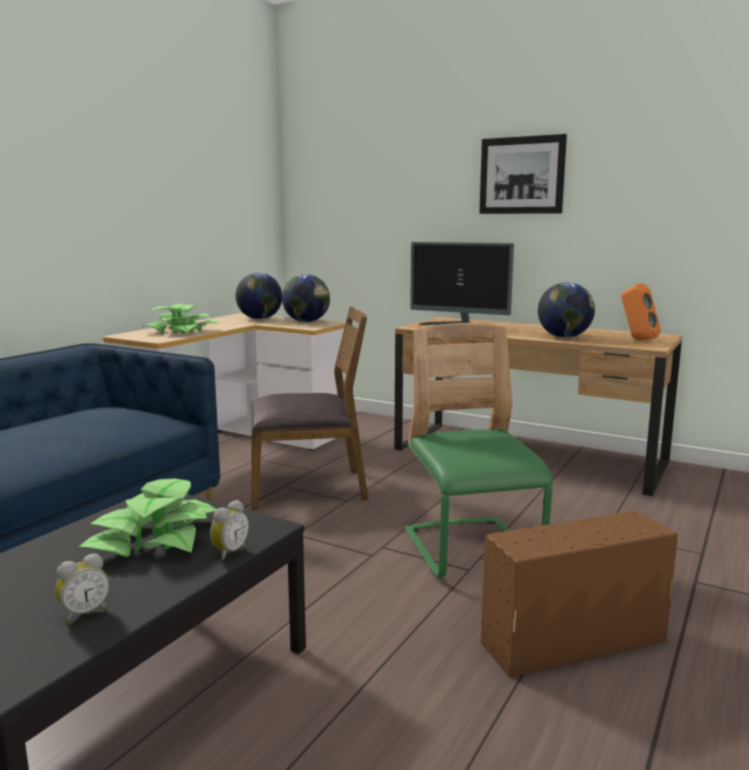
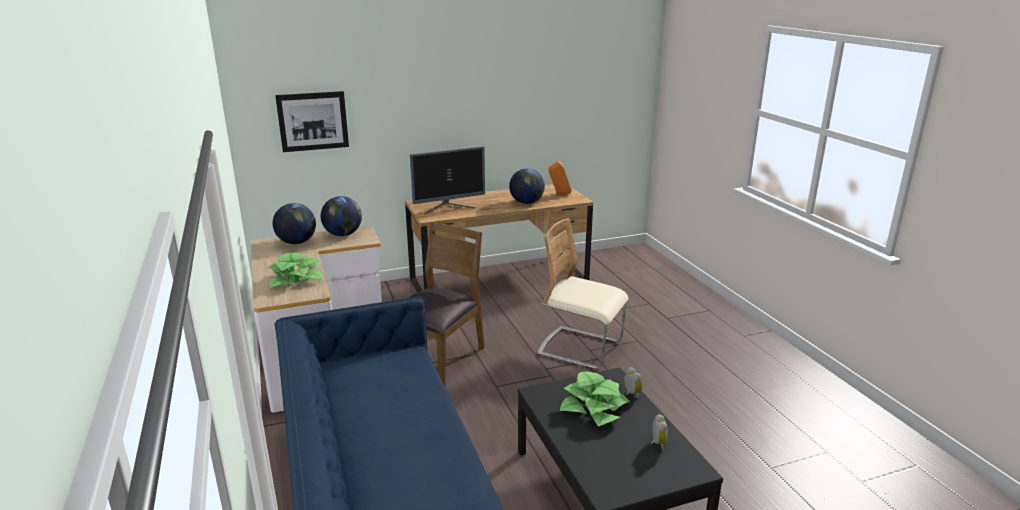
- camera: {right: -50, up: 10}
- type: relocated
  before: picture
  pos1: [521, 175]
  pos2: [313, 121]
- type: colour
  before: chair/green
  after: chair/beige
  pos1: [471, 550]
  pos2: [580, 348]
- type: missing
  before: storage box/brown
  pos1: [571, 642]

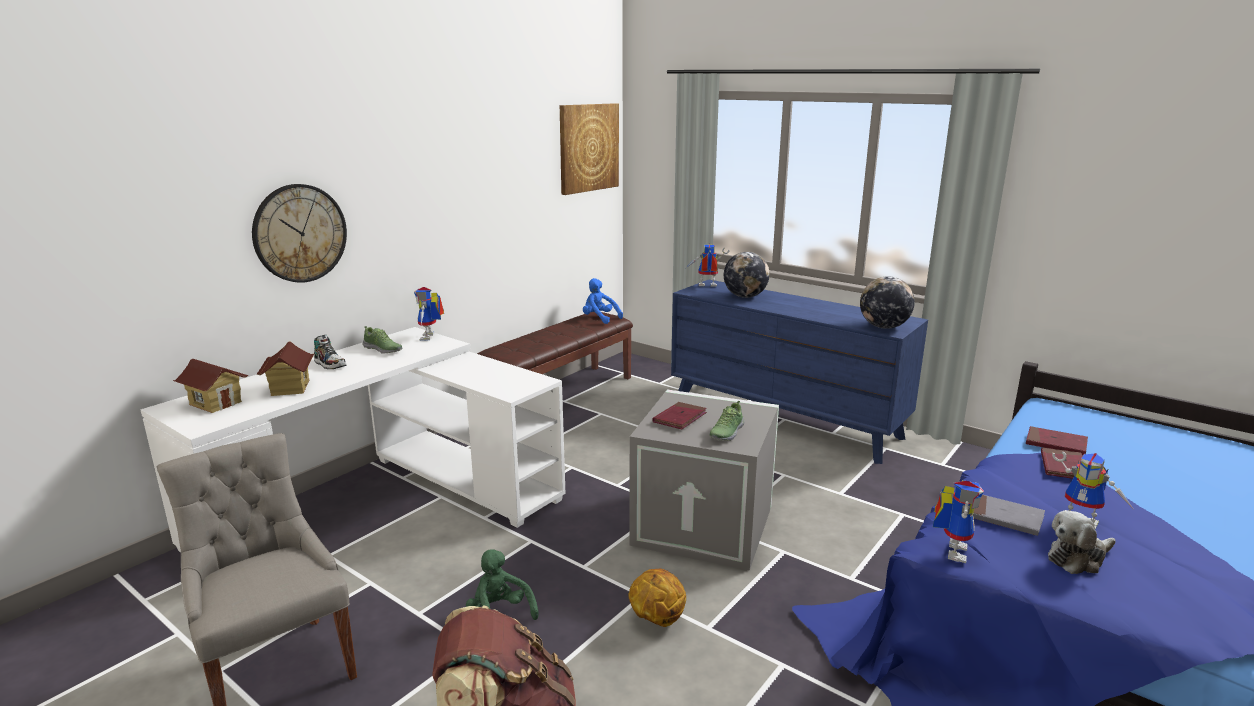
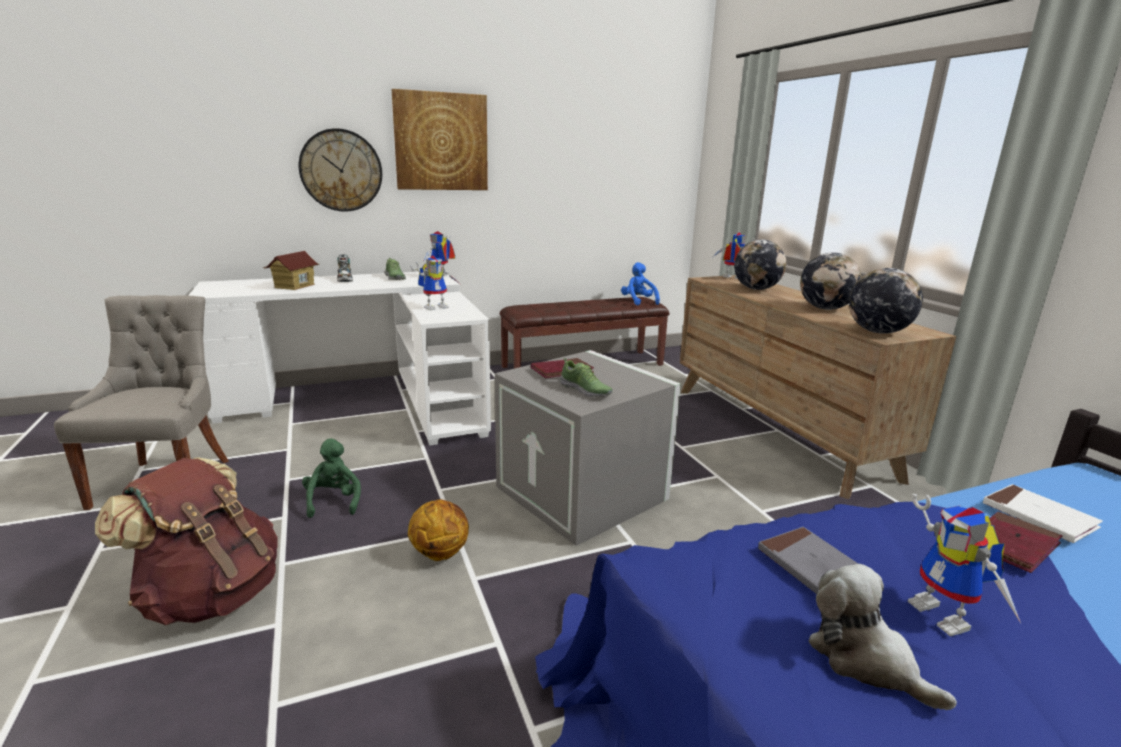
- camera: {right: 30, up: 0}
- type: relocated
  before: picture
  pos1: [588, 148]
  pos2: [441, 142]
- type: colour
  before: dresser/blue
  after: dresser/brown
  pos1: [784, 419]
  pos2: [778, 430]
- type: missing
  before: toy house
  pos1: [216, 403]
- type: spun
  before: shoe
  pos1: [726, 432]
  pos2: [585, 391]
  turn: -105
- type: colour
  before: book/red
  after: book/white
  pos1: [1055, 444]
  pos2: [1038, 516]
- type: relocated
  before: toy robot
  pos1: [950, 549]
  pos2: [436, 307]
- type: spun
  before: plush toy
  pos1: [1078, 558]
  pos2: [865, 660]
  turn: 45
- type: appeared
  after: globe
  pos2: [825, 308]

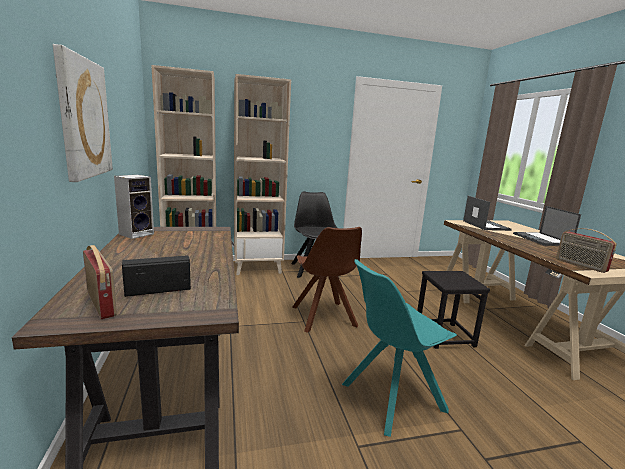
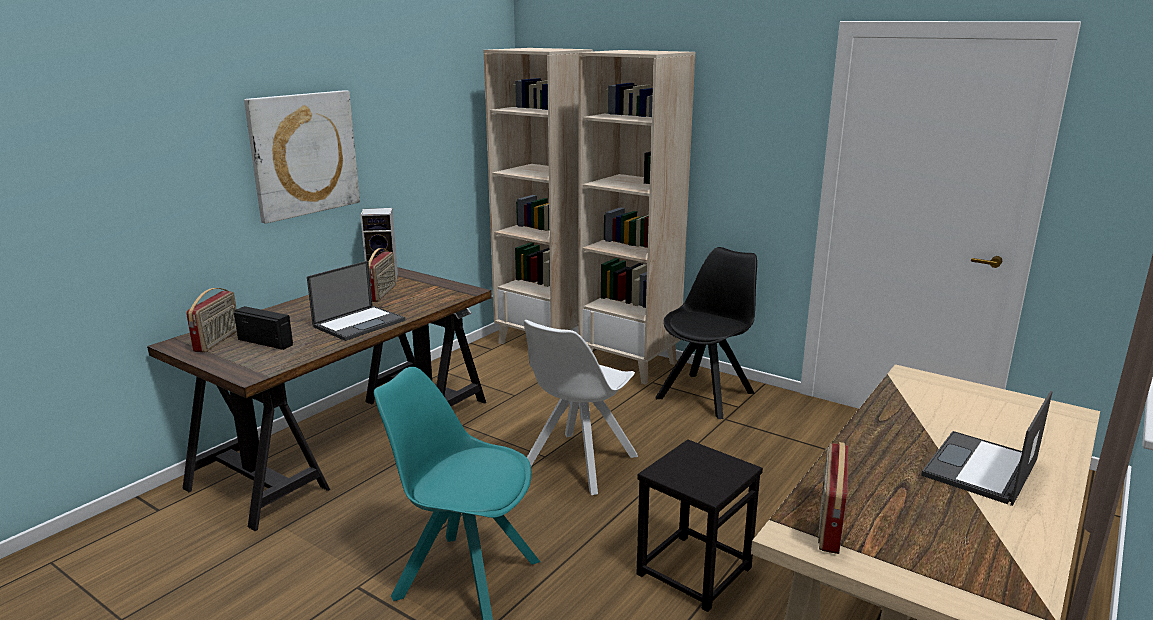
- camera: {right: 50, up: 5}
- type: relocated
  before: laptop
  pos1: [485, 225]
  pos2: [360, 323]
- type: colour
  before: chair/brown
  after: chair/white
  pos1: [324, 317]
  pos2: [577, 464]
- type: appeared
  after: radio
  pos2: [383, 293]

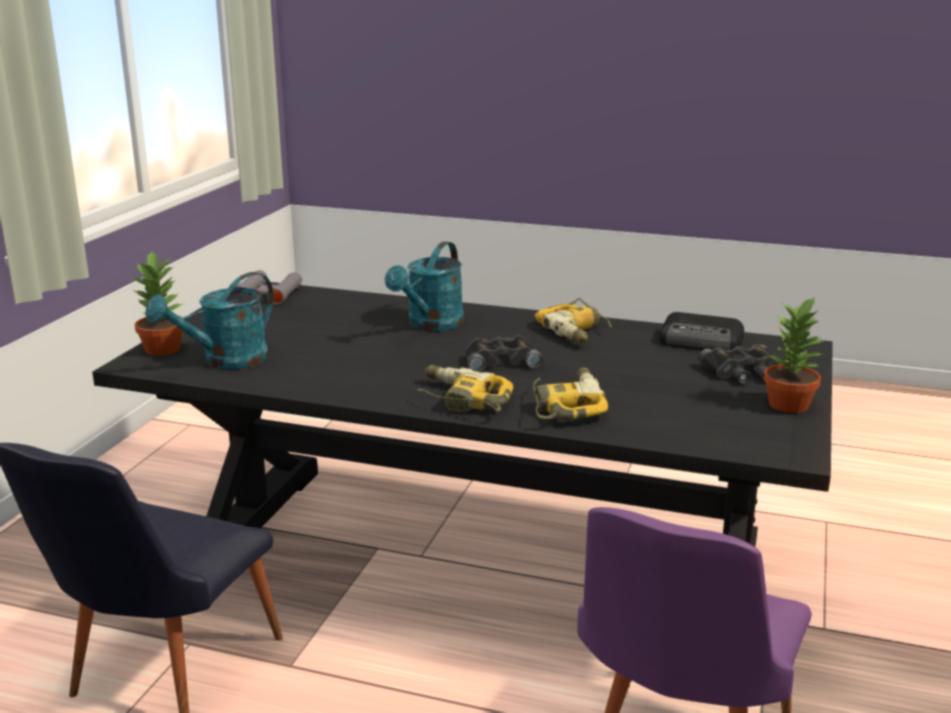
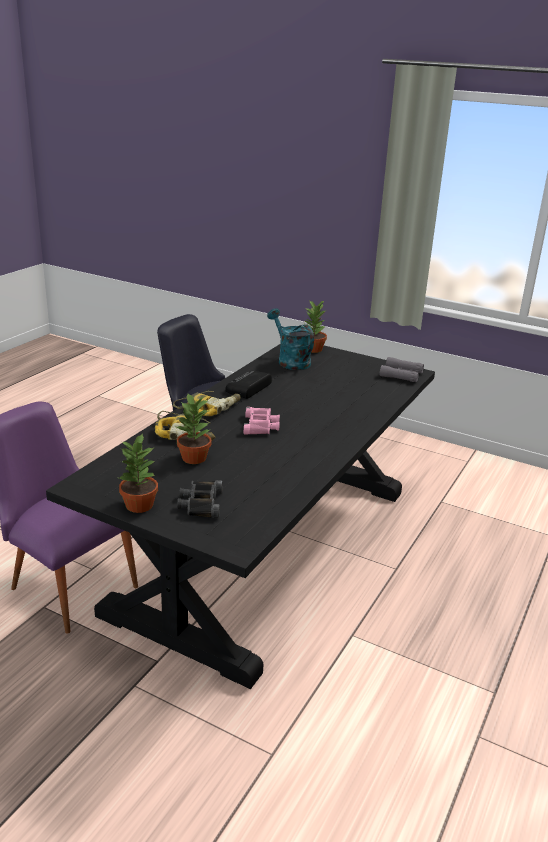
- camera: {right: 100, up: 5}
- type: missing
  before: watering can/turquoise
  pos1: [430, 325]
- type: missing
  before: power drill
  pos1: [576, 331]
- type: relocated
  before: radio
  pos1: [702, 341]
  pos2: [248, 388]
- type: colour
  before: binoculars/black
  after: binoculars/pink
  pos1: [500, 361]
  pos2: [261, 426]
- type: appeared
  after: potted plant
  pos2: [194, 458]

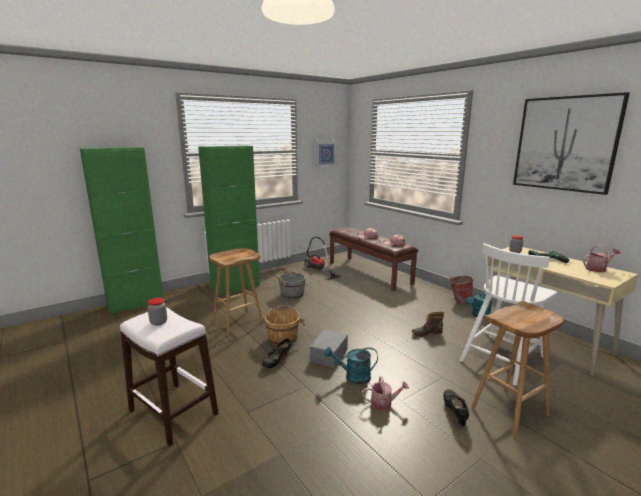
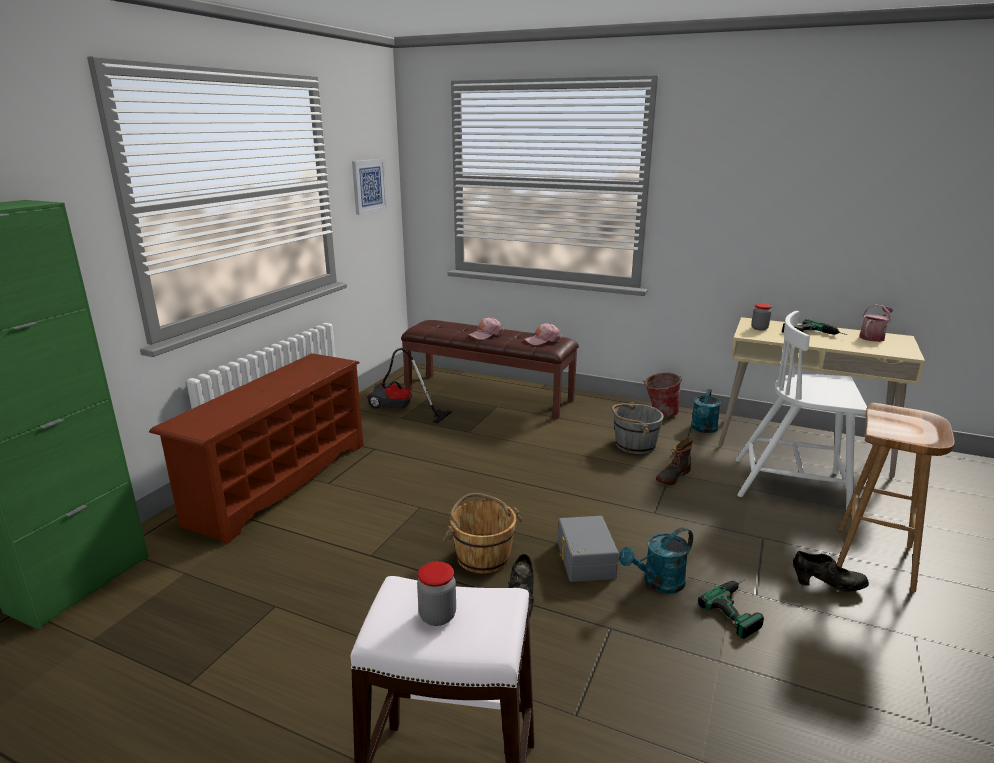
- camera: {right: -30, up: 5}
- type: missing
  before: picture
  pos1: [565, 144]
- type: exchanged
  before: cabinet/green
  after: shoe rack/brown
  pos1: [235, 287]
  pos2: [279, 481]
- type: spun
  before: chair/white
  pos1: [502, 358]
  pos2: [792, 485]
  turn: 90
- type: missing
  before: stool/brown
  pos1: [238, 323]
- type: relocated
  before: bucket/grey
  pos1: [292, 295]
  pos2: [634, 445]
- type: exchanged
  before: watering can
  after: power drill
  pos1: [384, 403]
  pos2: [740, 608]
- type: spun
  before: shoe/black
  pos1: [454, 412]
  pos2: [827, 585]
  turn: 135

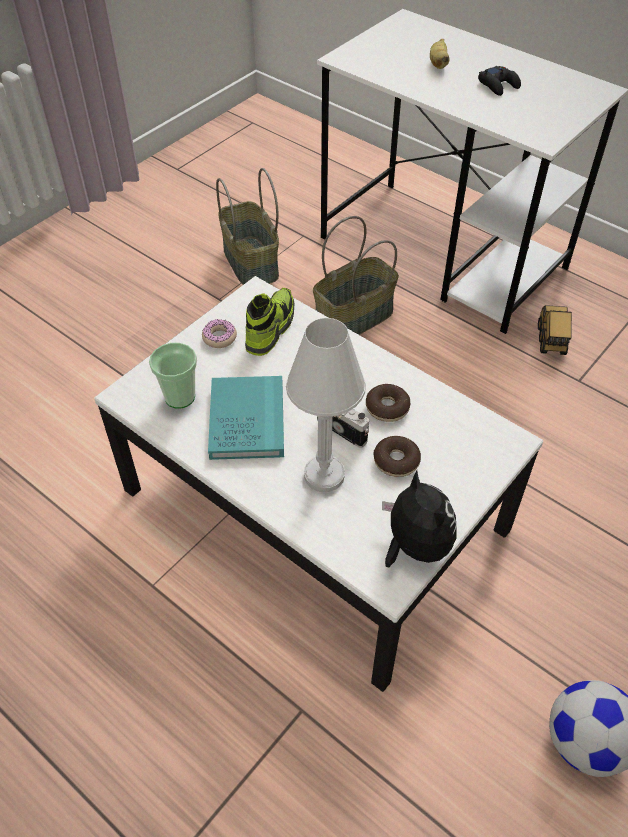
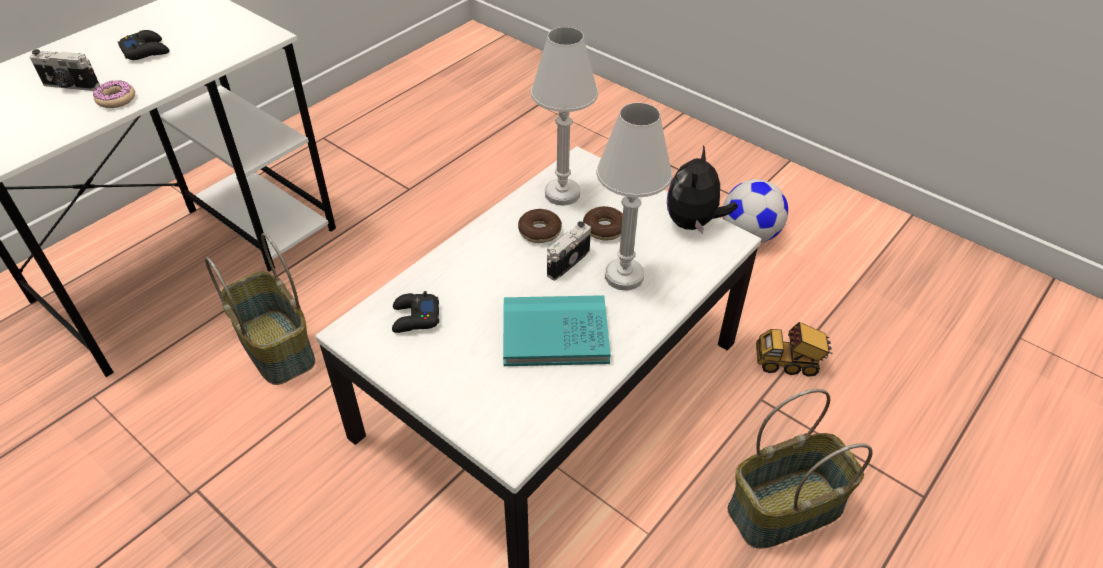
- camera: {right: -90, up: -5}
- type: exchanged
  before: banana
  after: photo camera
  pos1: [438, 64]
  pos2: [70, 86]
- type: relocated
  before: basket
  pos1: [249, 262]
  pos2: [785, 510]
- type: exchanged
  before: shoe
  after: game controller/black
  pos1: [270, 328]
  pos2: [415, 318]
- type: relocated
  before: toy truck
  pos1: [551, 341]
  pos2: [789, 363]
- type: relocated
  before: donut
  pos1: [219, 337]
  pos2: [116, 99]
- type: missing
  before: cup
  pos1: [180, 397]
- type: spun
  before: plush toy
  pos1: [414, 546]
  pos2: [693, 223]
  turn: -45
- type: appeared
  after: table lamp/white
  pos2: [562, 194]

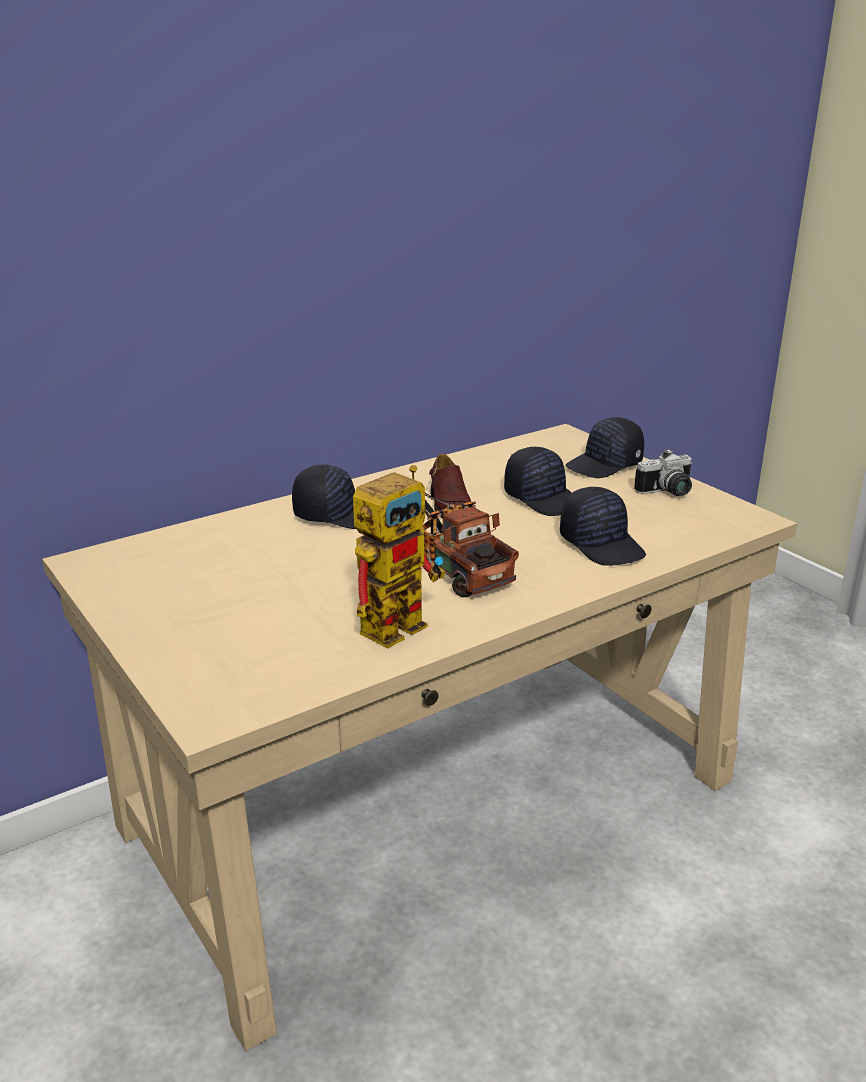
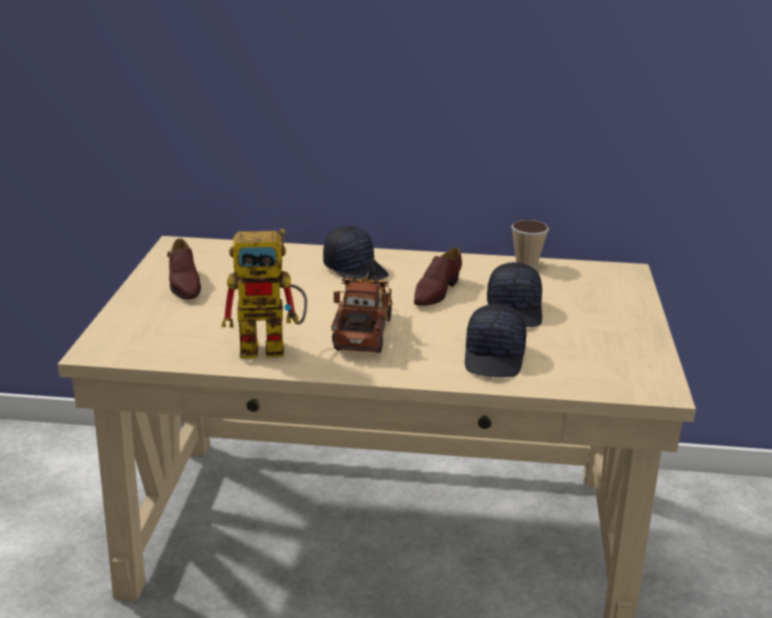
- camera: {right: 40, up: 0}
- type: missing
  before: cap/black
  pos1: [605, 465]
- type: missing
  before: photo camera
  pos1: [668, 492]
- type: appeared
  after: cup
  pos2: [526, 264]
- type: appeared
  after: shoe/brown
  pos2: [184, 284]

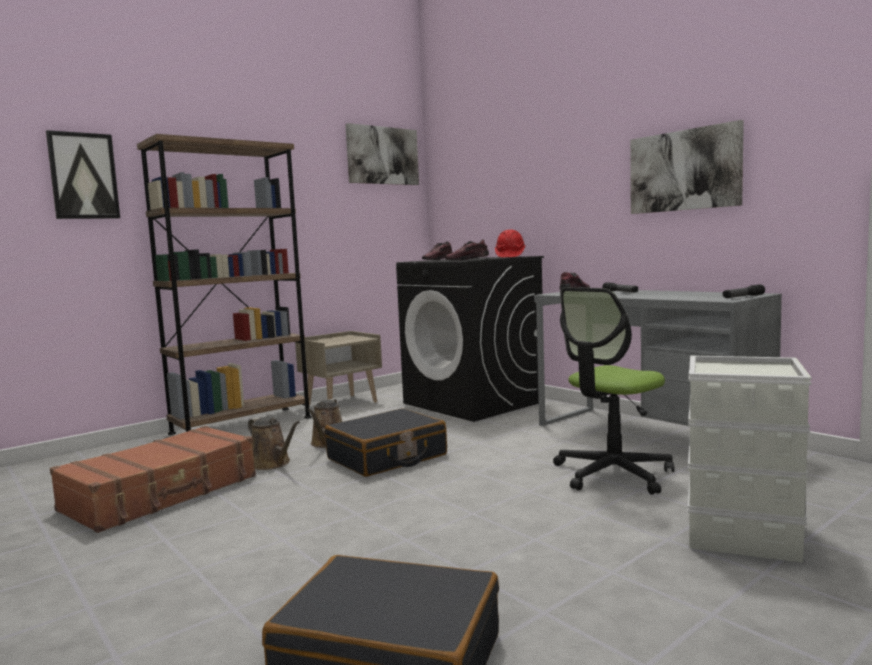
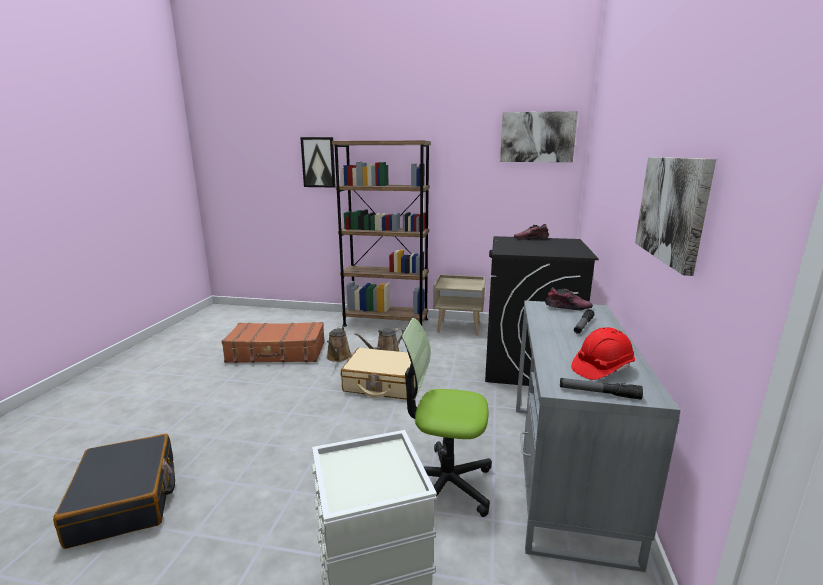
- camera: {right: 50, up: 10}
- type: relocated
  before: hard hat/red
  pos1: [510, 257]
  pos2: [601, 368]
- type: missing
  before: shoe
  pos1: [467, 259]
- type: colour
  before: suitcase/black
  after: suitcase/beige
  pos1: [387, 457]
  pos2: [382, 383]

